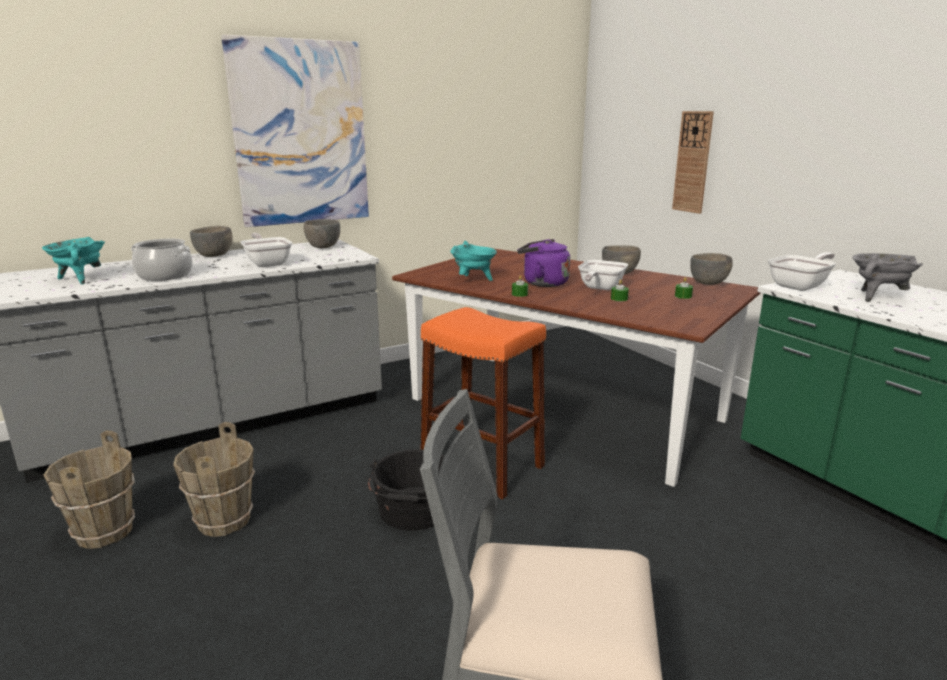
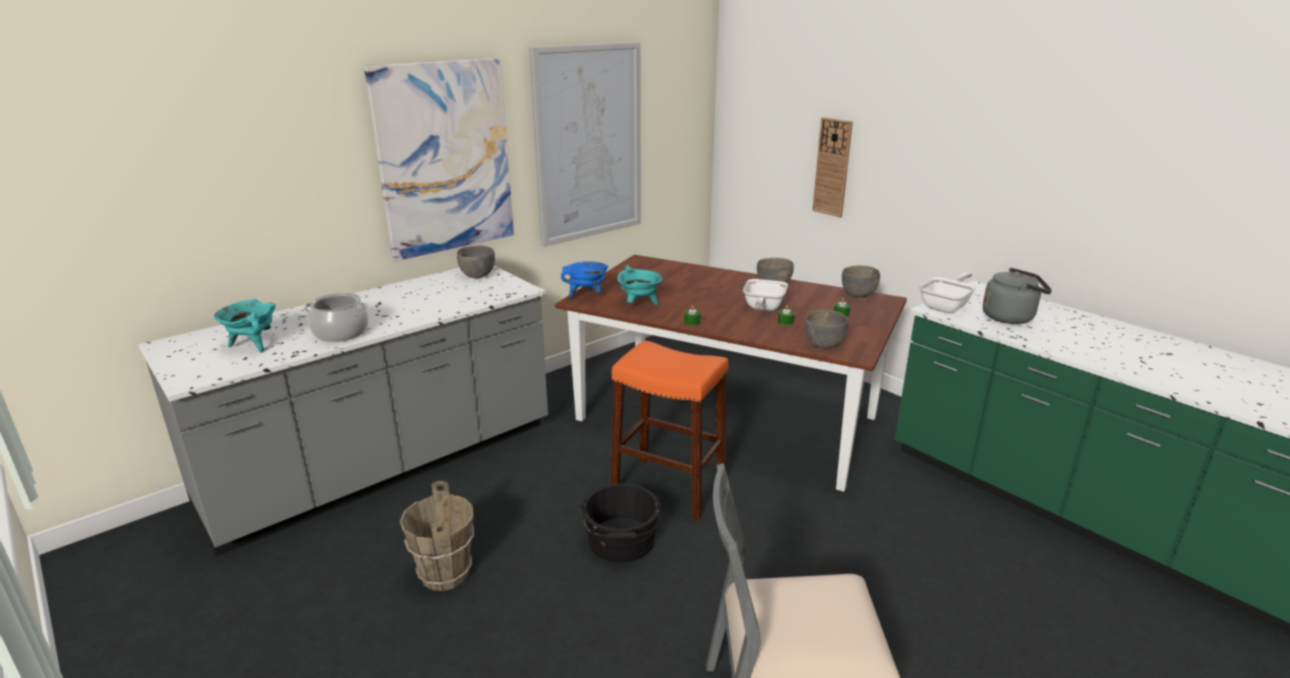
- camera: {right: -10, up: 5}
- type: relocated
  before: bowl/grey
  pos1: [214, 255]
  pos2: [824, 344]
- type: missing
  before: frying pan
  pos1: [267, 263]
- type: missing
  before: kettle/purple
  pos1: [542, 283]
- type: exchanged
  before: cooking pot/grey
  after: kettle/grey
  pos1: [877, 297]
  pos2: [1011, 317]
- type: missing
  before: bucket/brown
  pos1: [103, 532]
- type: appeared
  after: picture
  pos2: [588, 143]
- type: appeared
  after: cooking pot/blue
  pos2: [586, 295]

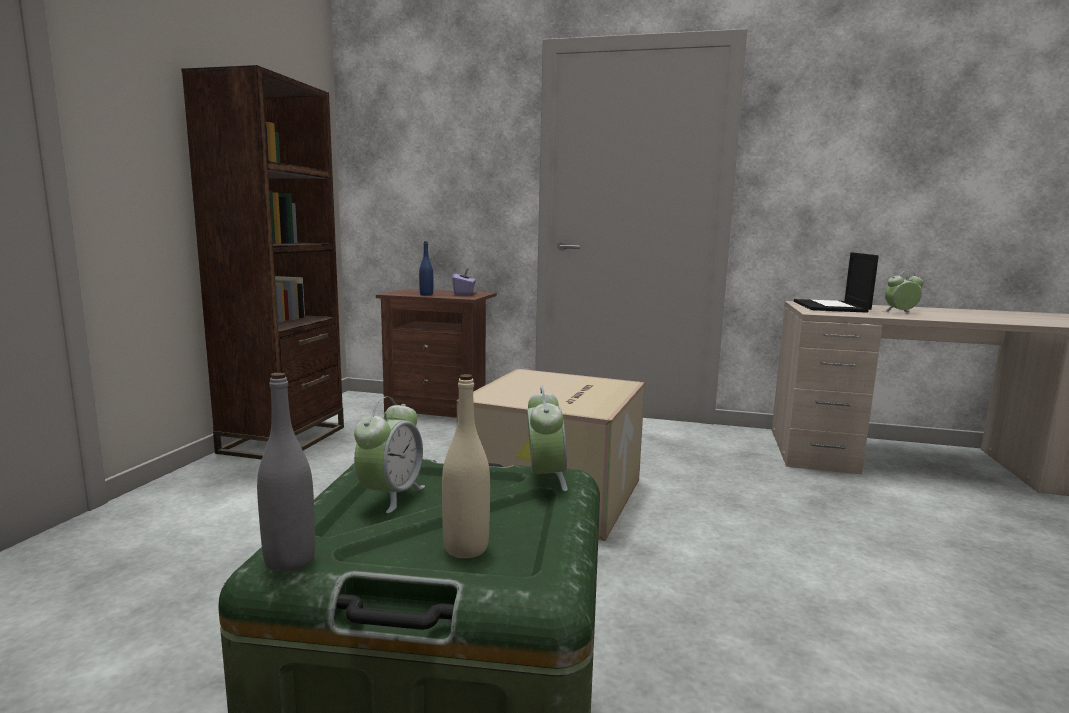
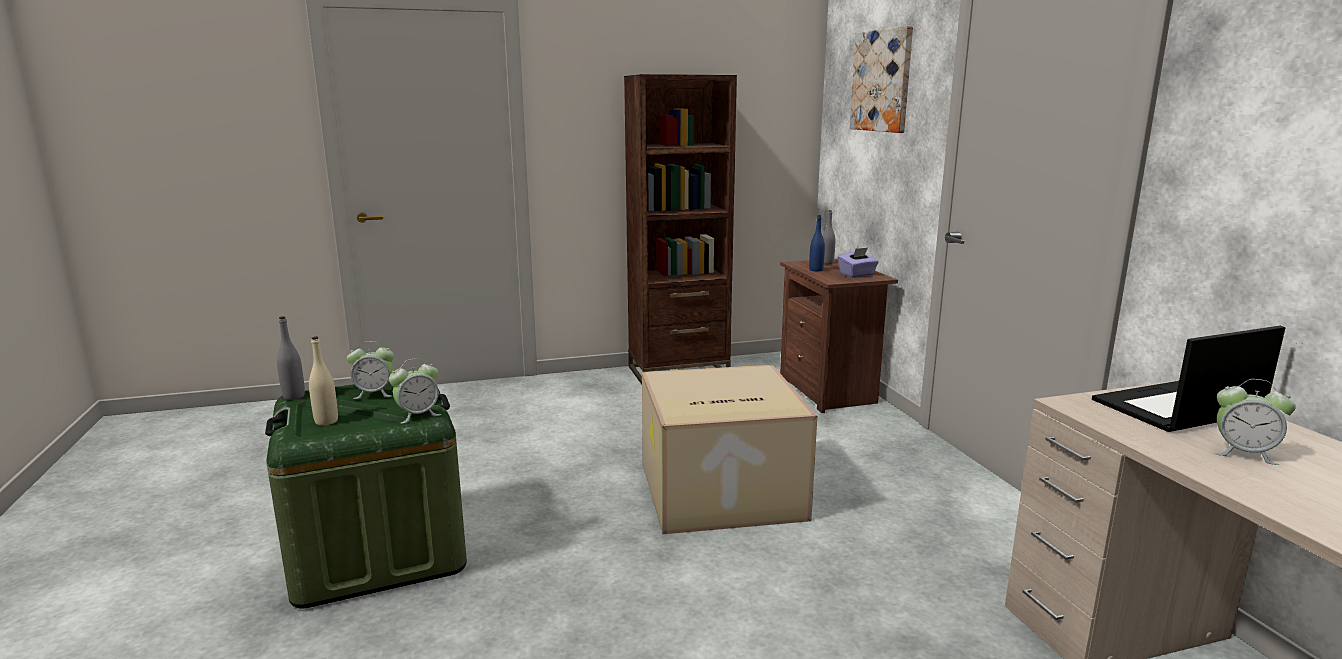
- camera: {right: 60, up: 5}
- type: spun
  before: alarm clock
  pos1: [900, 312]
  pos2: [1243, 453]
  turn: 150
- type: appeared
  after: picture
  pos2: [882, 81]
- type: appeared
  after: bottle/grey
  pos2: [827, 263]

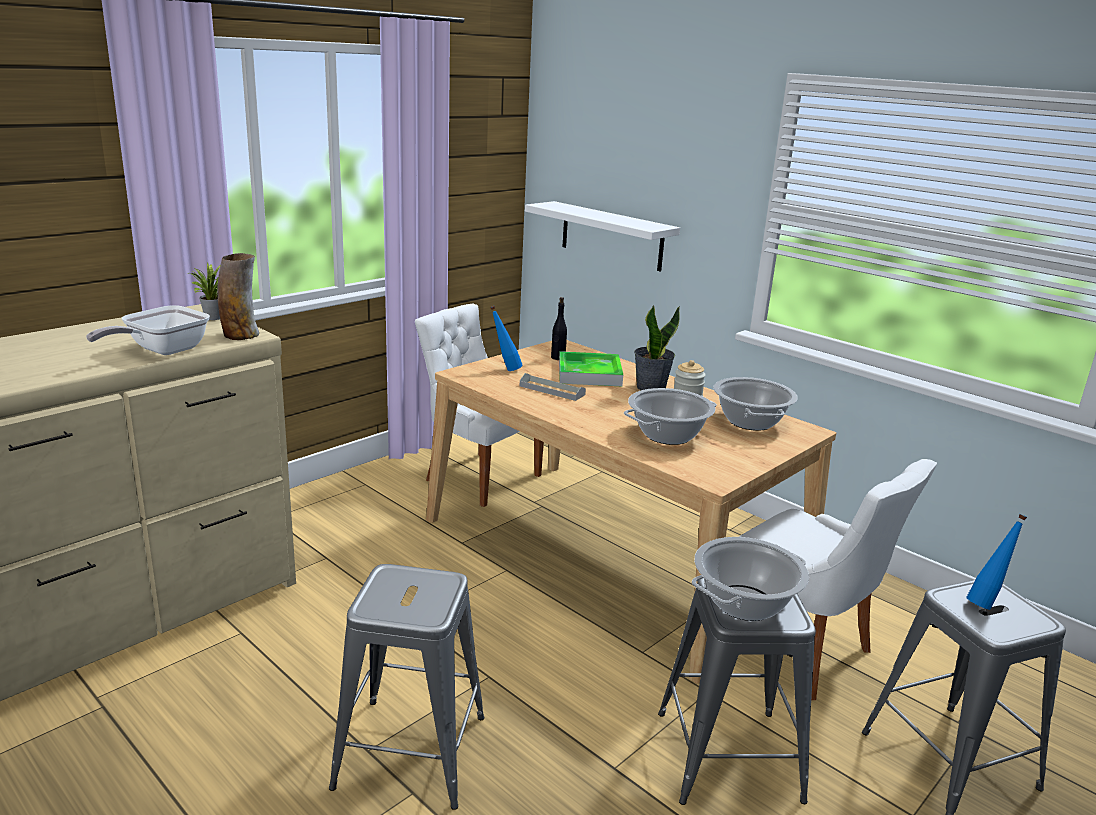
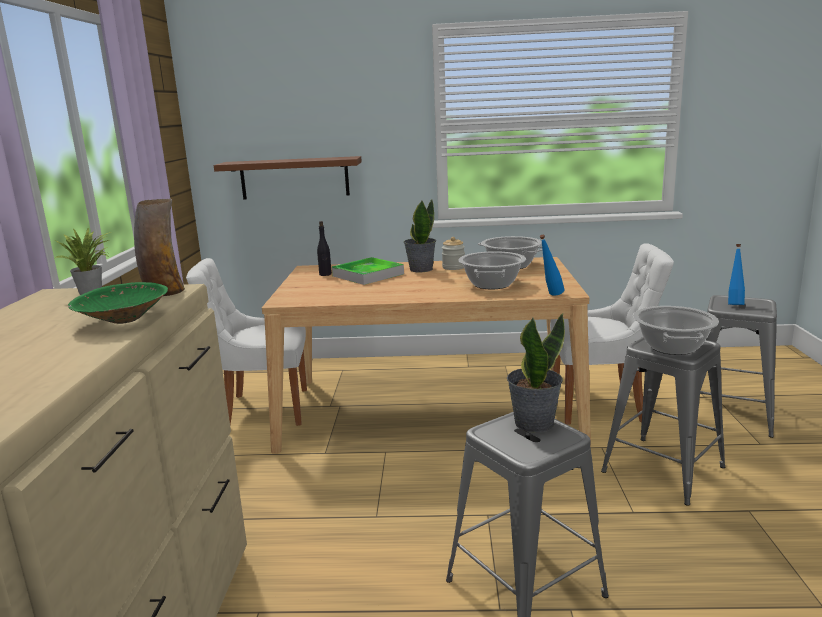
- camera: {right: -40, up: -5}
- type: colour
  before: shelf/white
  after: shelf/brown
  pos1: [611, 236]
  pos2: [294, 178]
- type: exchanged
  before: frying pan
  after: bowl/green
  pos1: [161, 351]
  pos2: [122, 321]
- type: relocated
  before: bottle/blue
  pos1: [505, 369]
  pos2: [550, 295]
- type: missing
  before: tray/grey
  pos1: [552, 390]
- type: appeared
  after: potted plant
  pos2: [533, 423]

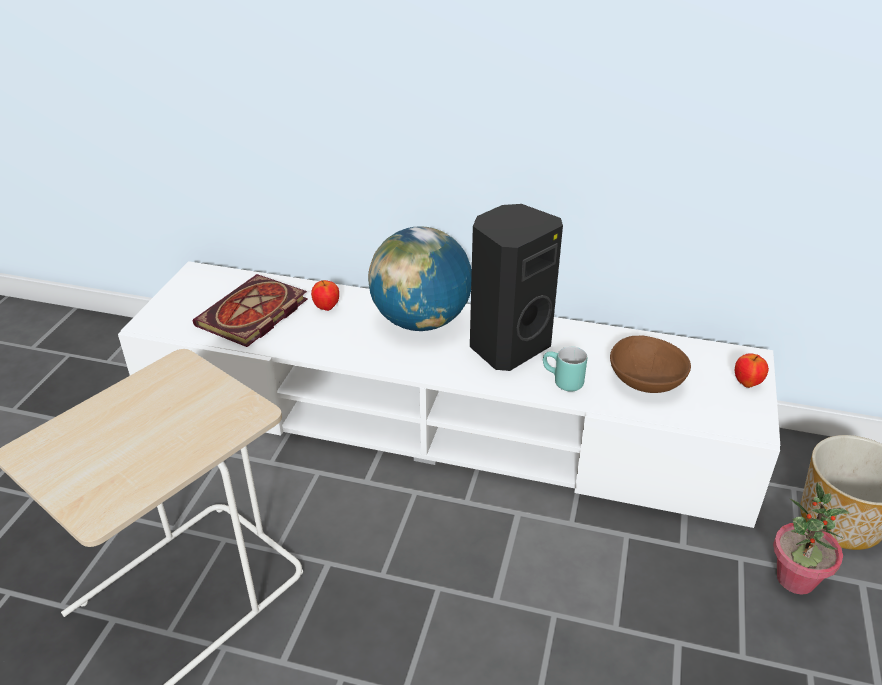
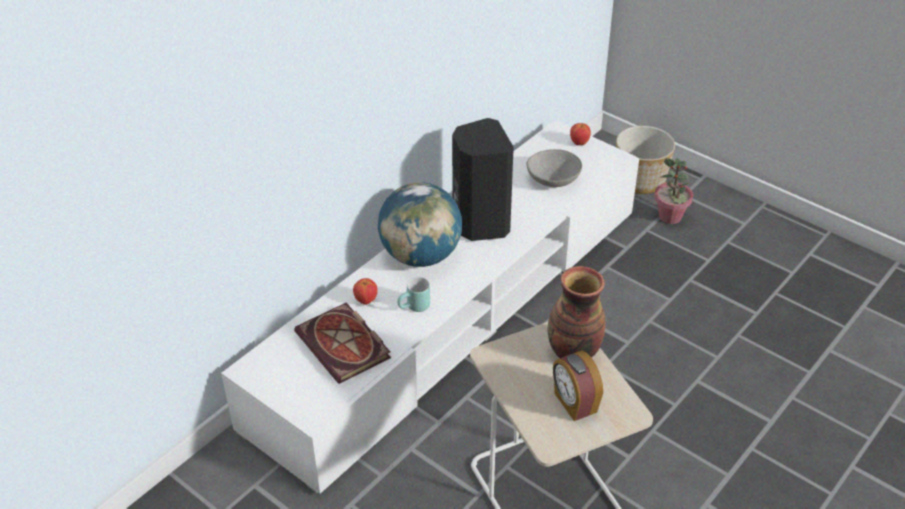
- camera: {right: -65, up: 5}
- type: colour
  before: bowl/brown
  after: bowl/grey
  pos1: [644, 381]
  pos2: [553, 180]
- type: relocated
  before: mug/turquoise
  pos1: [561, 382]
  pos2: [415, 308]
- type: appeared
  after: vase
  pos2: [572, 352]
- type: appeared
  after: alarm clock
  pos2: [574, 403]

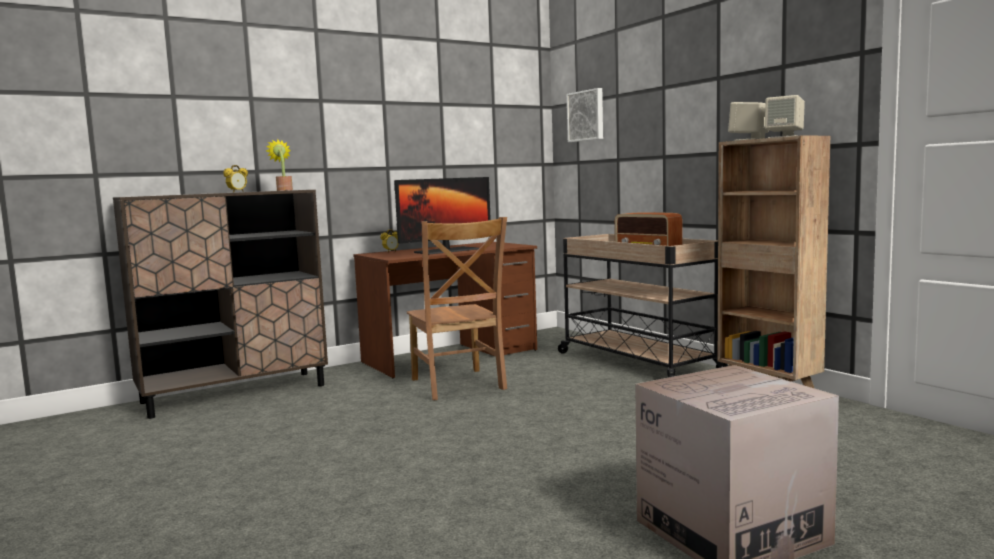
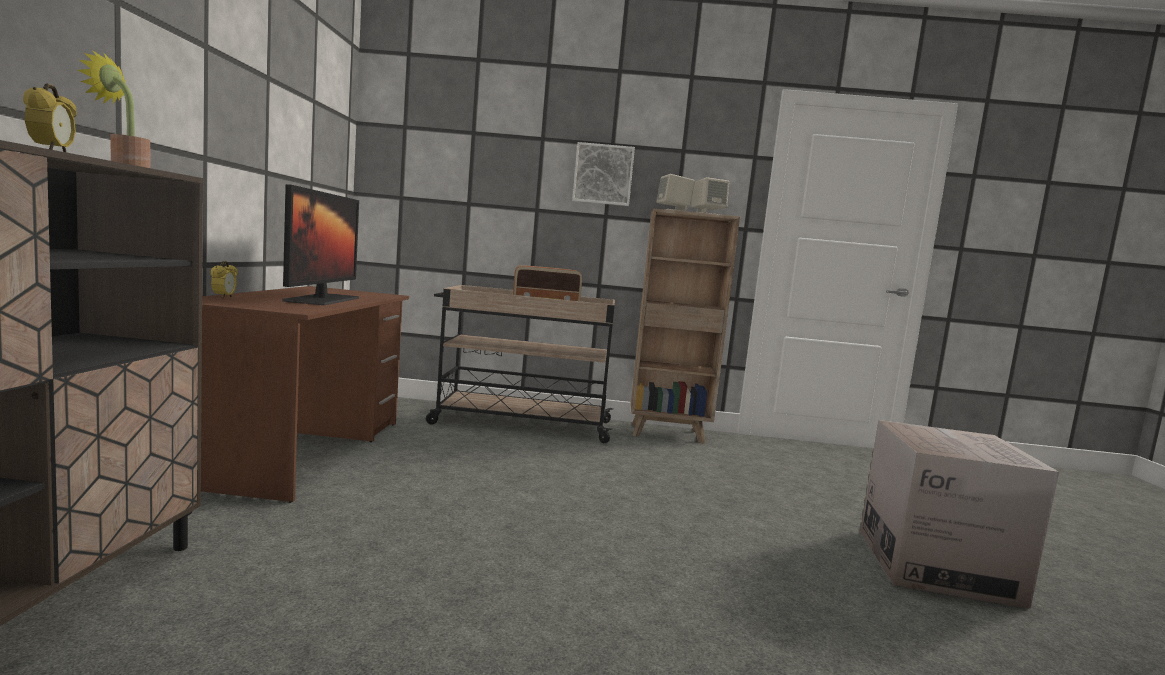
- camera: {right: -55, up: 0}
- type: relocated
  before: picture
  pos1: [586, 116]
  pos2: [603, 174]
- type: missing
  before: chair/brown
  pos1: [458, 385]

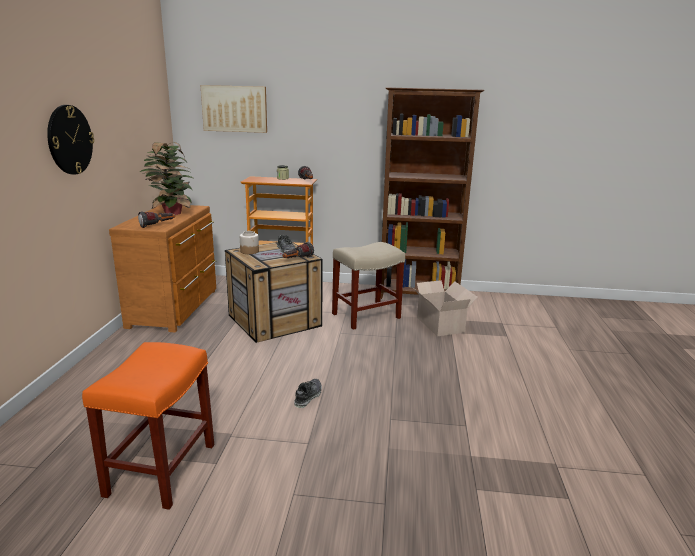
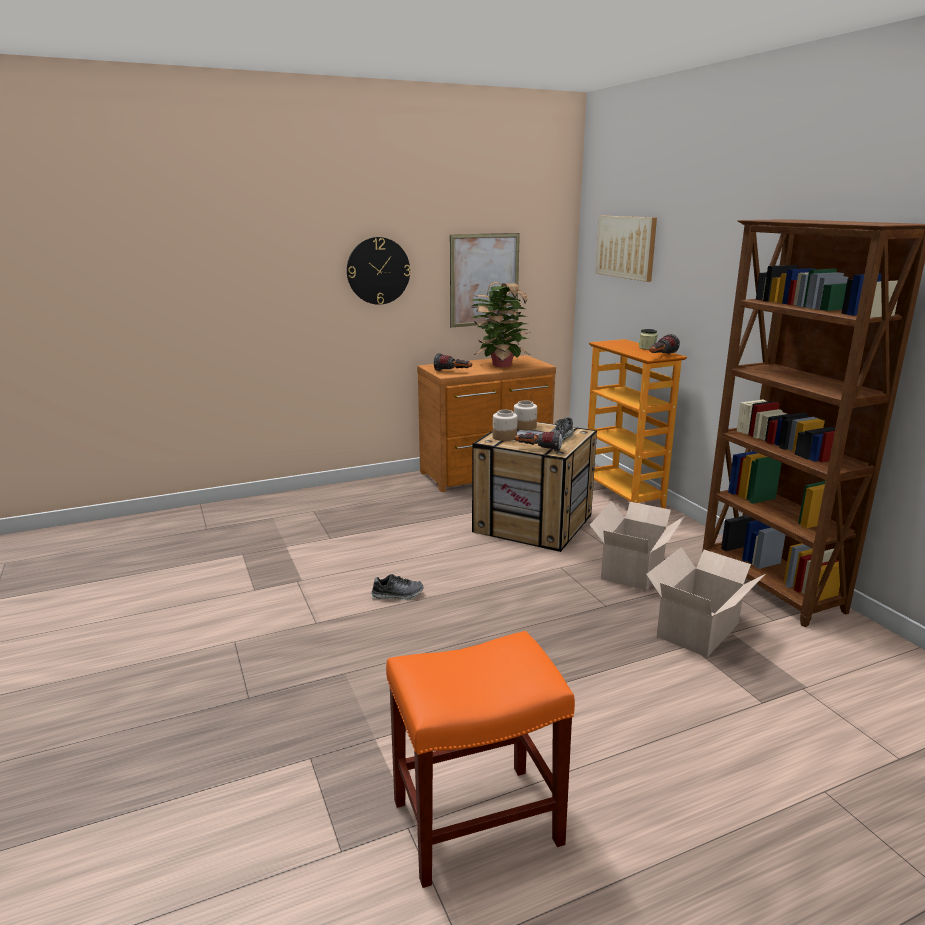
- camera: {right: 60, up: 0}
- type: exchanged
  before: stool/beige
  after: cardboard box
  pos1: [366, 315]
  pos2: [634, 569]
- type: relocated
  before: stool/orange
  pos1: [161, 470]
  pos2: [474, 823]
- type: appeared
  after: picture
  pos2: [484, 280]
- type: appeared
  after: jar
  pos2: [504, 437]

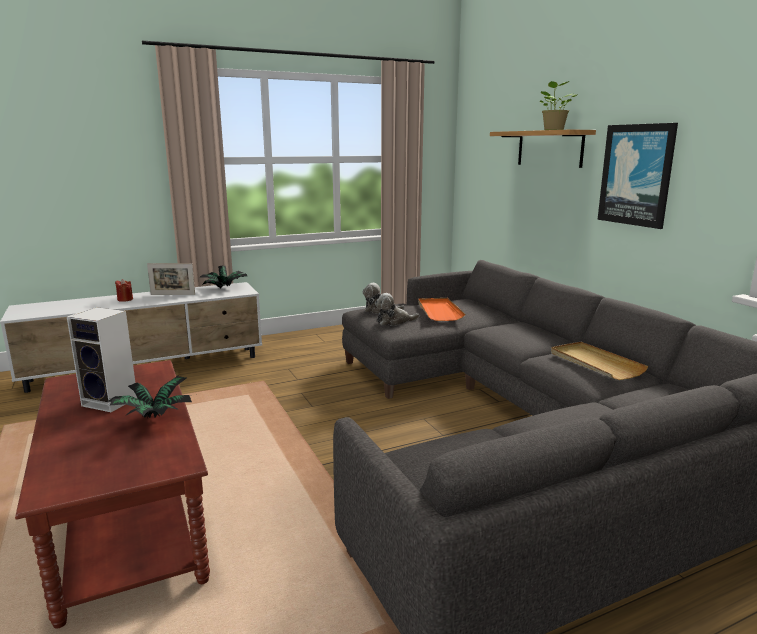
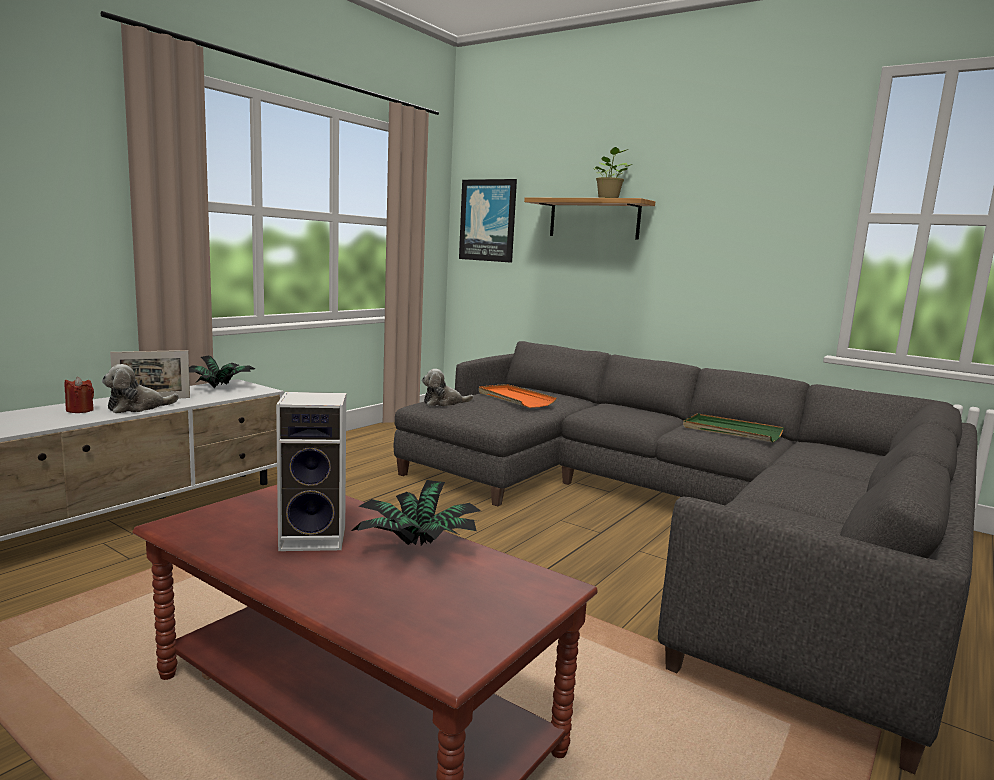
- camera: {right: -30, up: -5}
- type: relocated
  before: picture
  pos1: [636, 175]
  pos2: [488, 220]
- type: relocated
  before: plush toy
  pos1: [394, 321]
  pos2: [137, 407]
- type: colour
  before: tray/beige
  after: tray/green
  pos1: [595, 363]
  pos2: [731, 431]

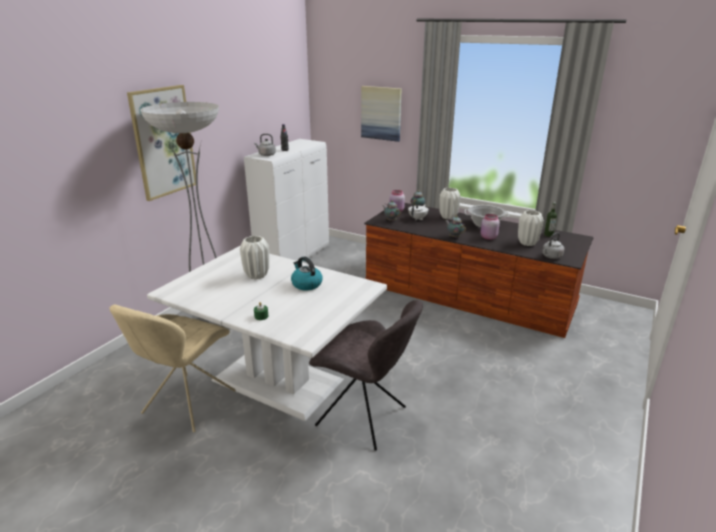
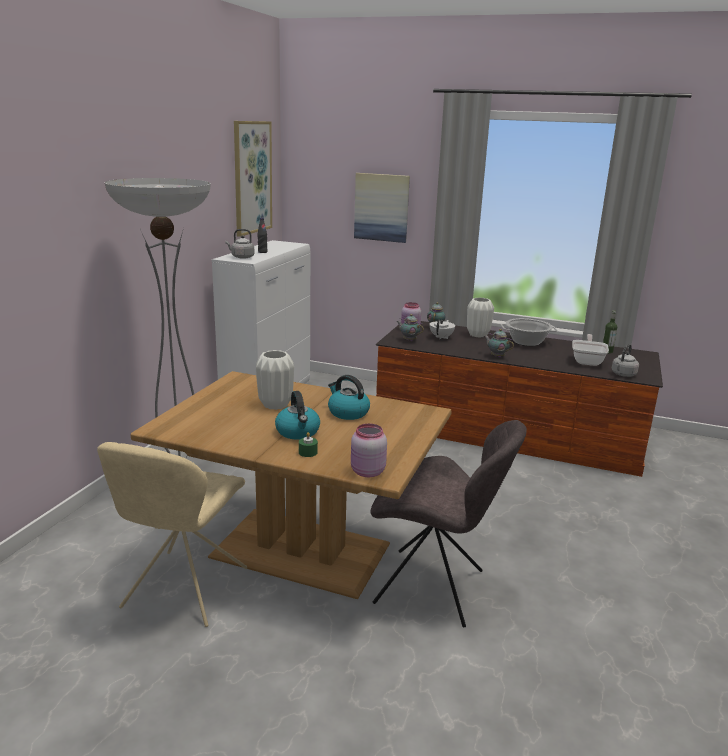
- camera: {right: -10, up: -5}
- type: relocated
  before: picture
  pos1: [163, 142]
  pos2: [252, 177]
- type: exchanged
  before: vase/white
  after: frying pan
  pos1: [527, 243]
  pos2: [588, 361]
- type: relocated
  before: jar/pink
  pos1: [488, 237]
  pos2: [367, 472]
- type: colour
  before: dining table/white
  after: dining table/brown
  pos1: [277, 381]
  pos2: [300, 552]
- type: appeared
  after: kettle
  pos2: [298, 432]

